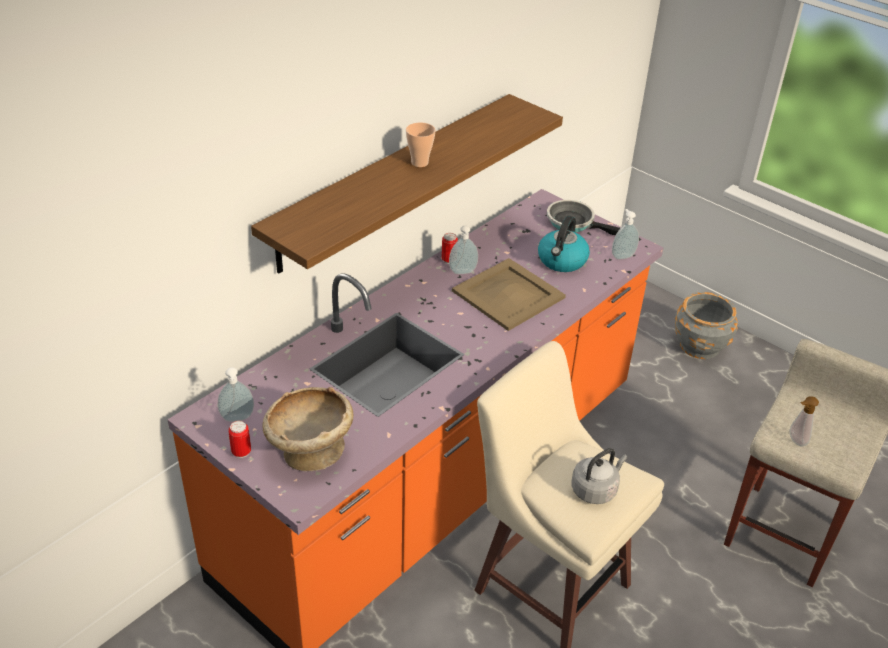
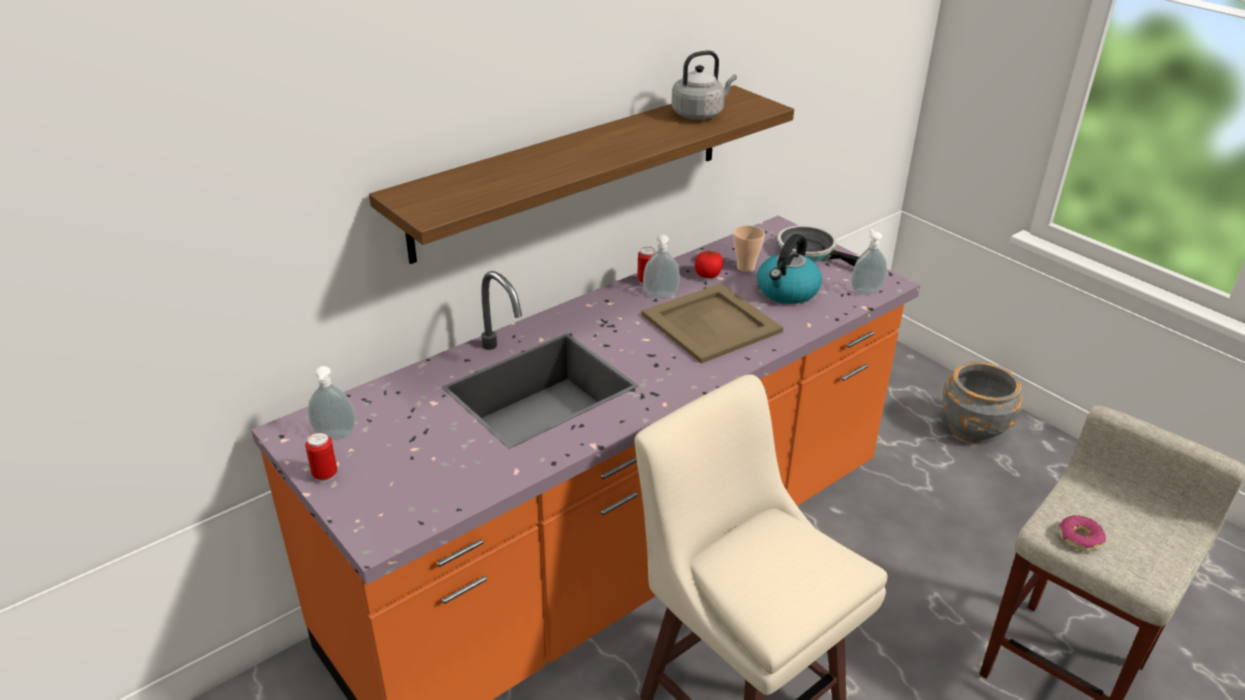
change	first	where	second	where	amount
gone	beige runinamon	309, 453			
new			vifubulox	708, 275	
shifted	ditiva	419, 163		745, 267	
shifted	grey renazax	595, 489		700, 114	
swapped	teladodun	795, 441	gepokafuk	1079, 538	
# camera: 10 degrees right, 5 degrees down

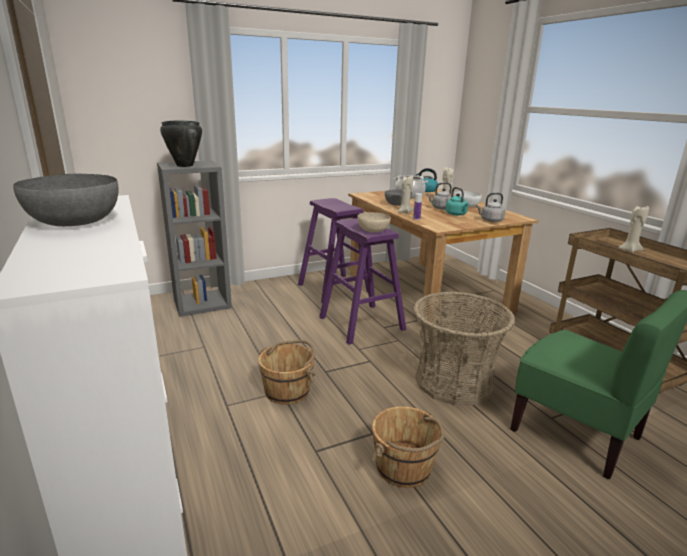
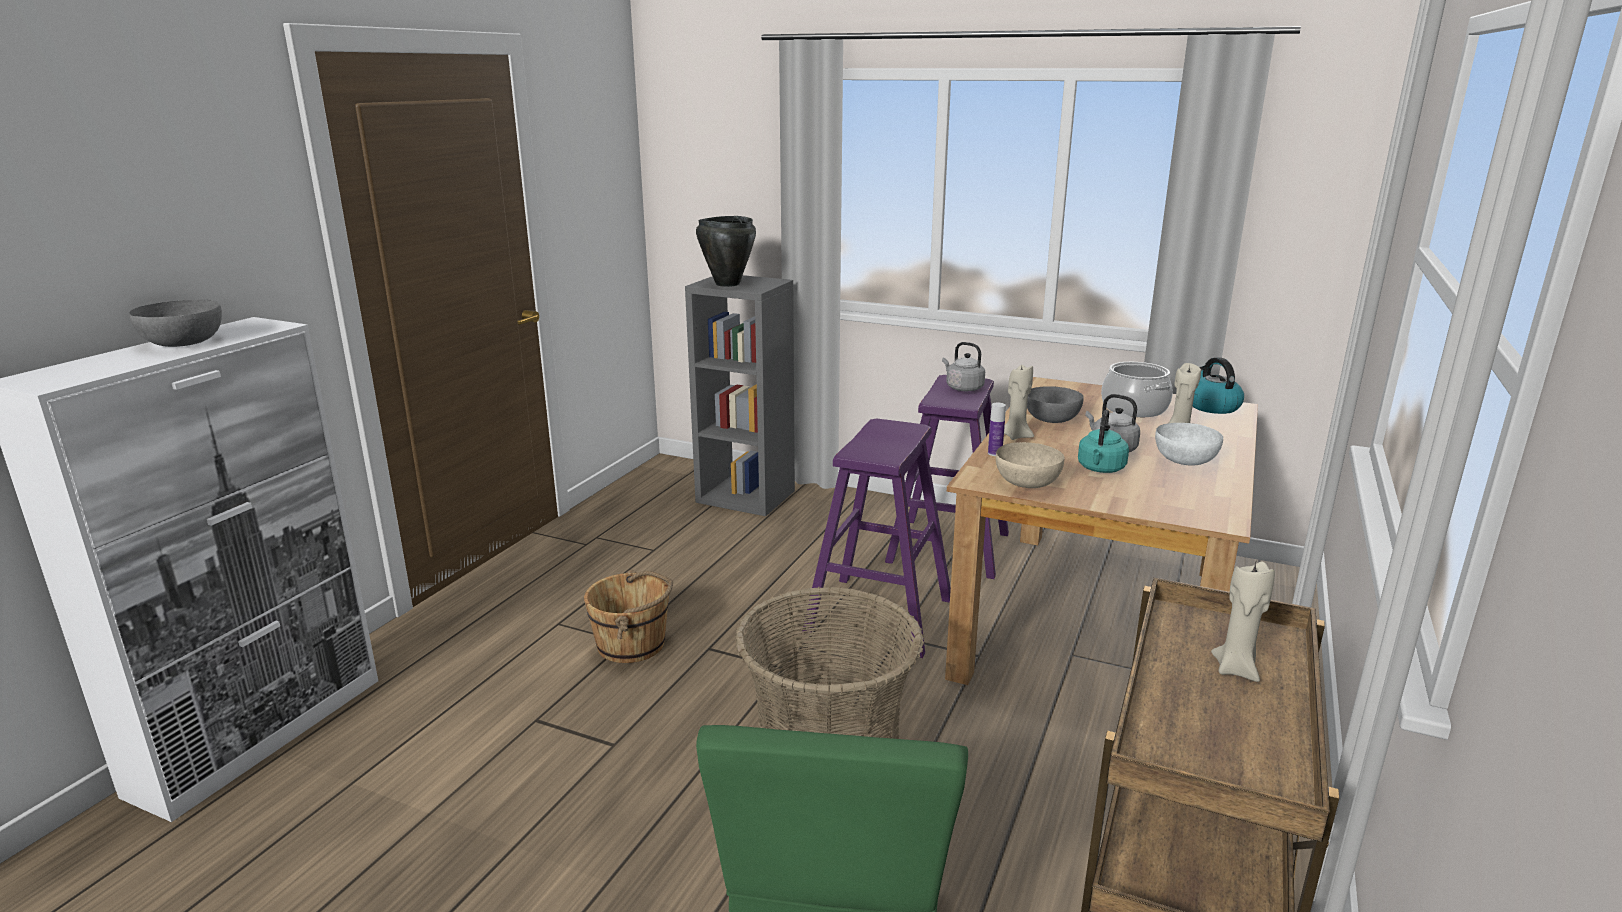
change	first	where	second	where	amount
gone	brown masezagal	404, 467			
shifted	beige runinamon	373, 230		1026, 482	
shifted	grey renazax	490, 220		962, 388	
# camera: 50 degrees right, 0 degrees up

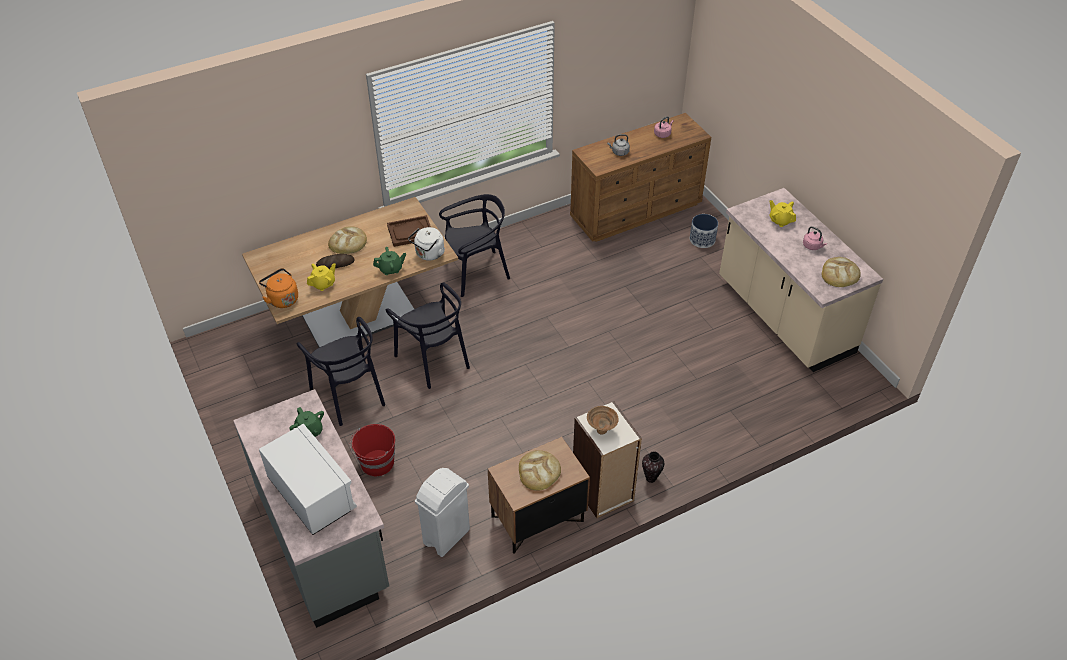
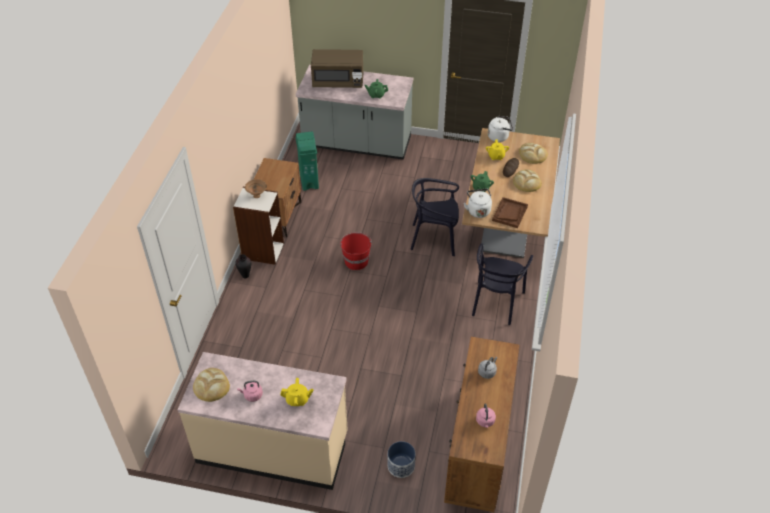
change	first	where	second	where	amount
gone	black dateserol	349, 395			
shifted	red masezagal	377, 463		356, 261	
shifted	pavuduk	539, 471		532, 155	
repainted	orange renazax	282, 299	white renazax	499, 136	
repainted	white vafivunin	311, 494	brown vafivunin	338, 81	
repainted	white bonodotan	446, 537	green bonodotan	309, 181	
# camera: 130 degrees right, 0 degrees up

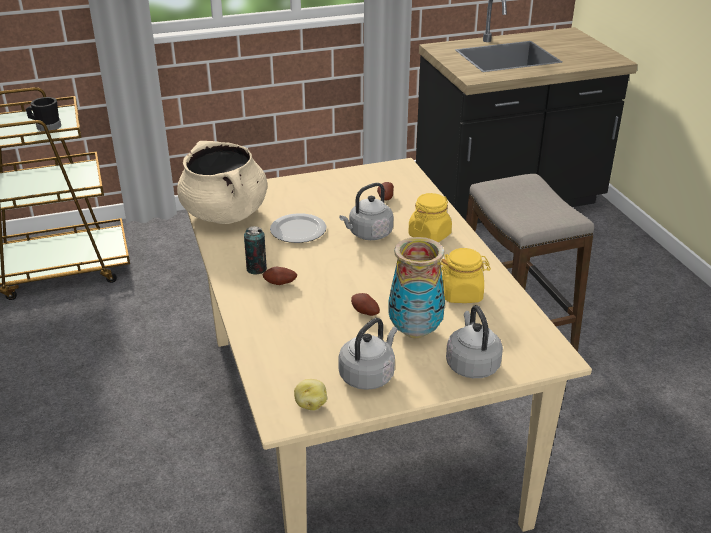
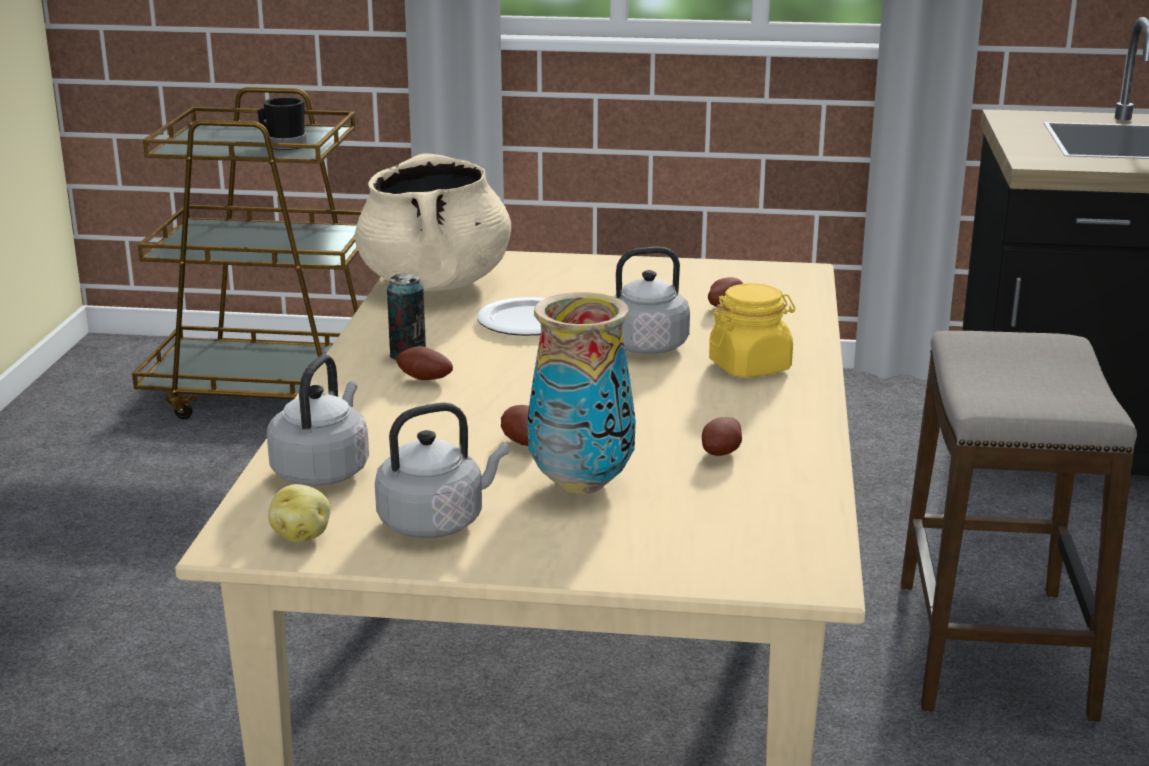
change	first	where	second	where	amount
shifted	grey renazax	471, 364		323, 470	
swapped	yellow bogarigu	462, 294	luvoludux	722, 453	
# camera: 25 degrees right, 10 degrees down

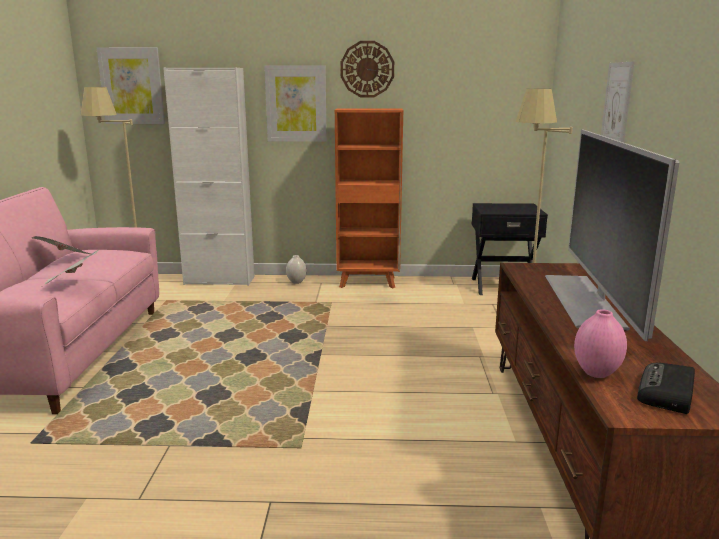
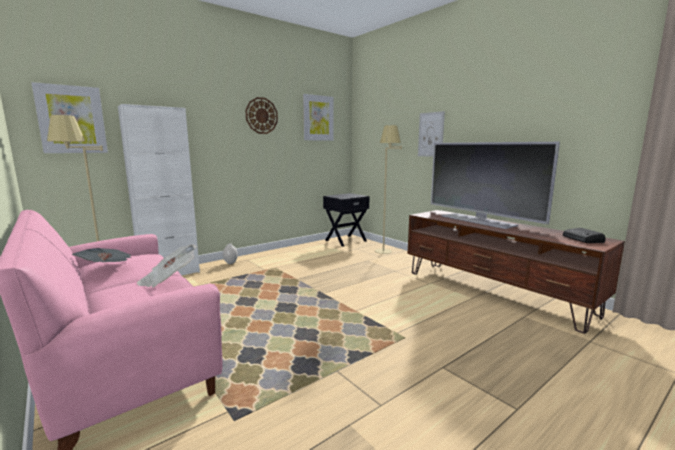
change	first	where	second	where	amount
gone	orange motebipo	368, 282			
gone	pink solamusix	597, 373			
shifted	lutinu	296, 104		318, 118	
# camera: 40 degrees left, 5 degrees down

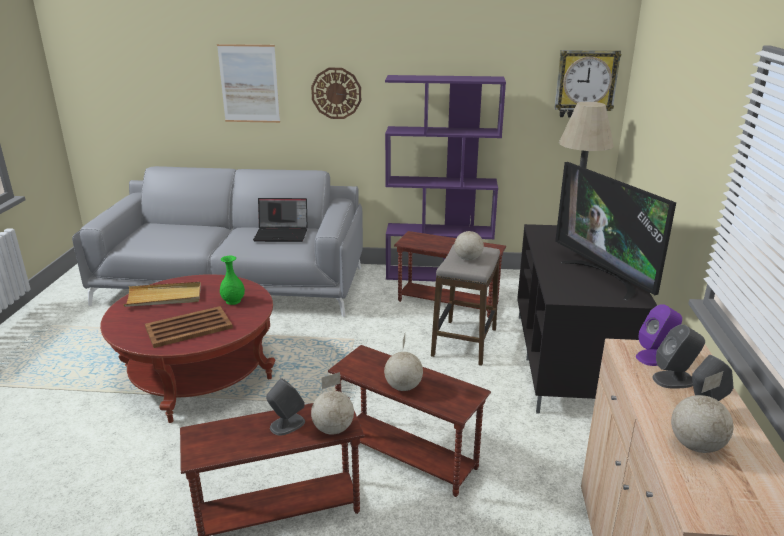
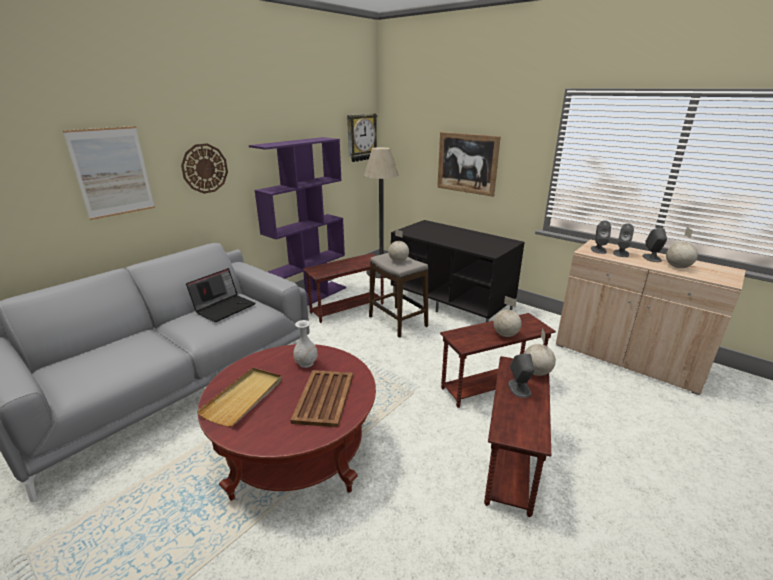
change	first	where	second	where	amount
gone	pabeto	605, 277			
new			lutinu	467, 163	
repainted	green solamusix	233, 301	white solamusix	306, 363	
repainted	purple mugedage	655, 357	grey mugedage	598, 250	
# camera: 55 degrees left, 0 degrees up

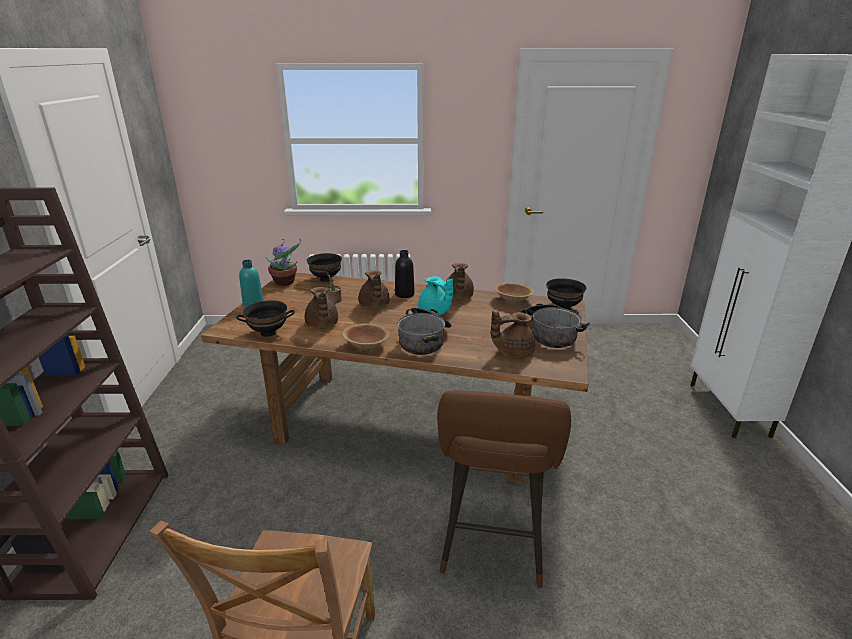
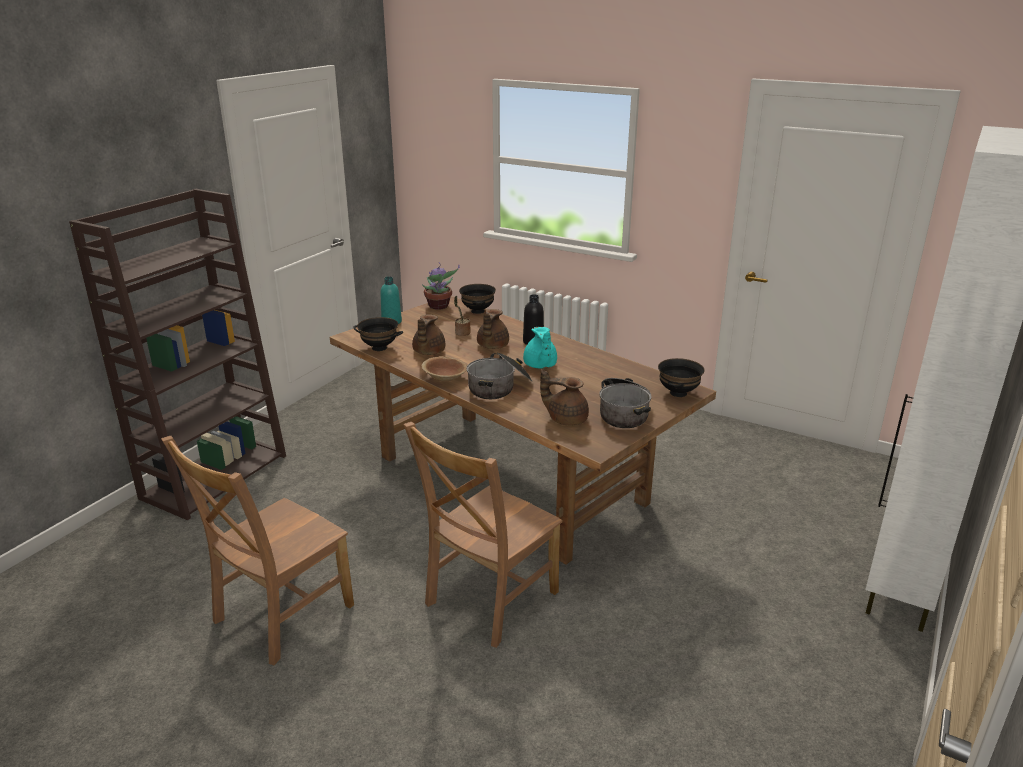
change	first	where	second	where	amount
gone	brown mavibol	458, 297			
gone	brown runinamon	513, 300			
swapped	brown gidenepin	492, 547	brown dateserol	488, 601	
# camera: 30 degrees right, 0 degrees up

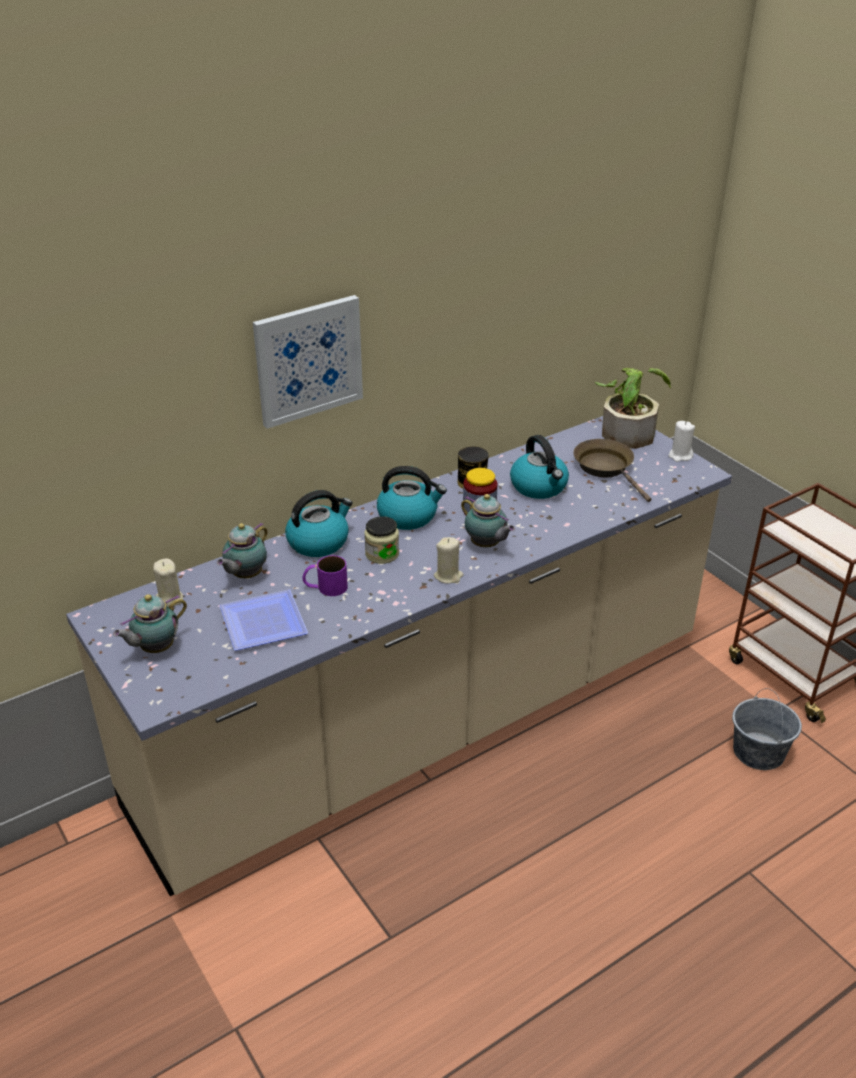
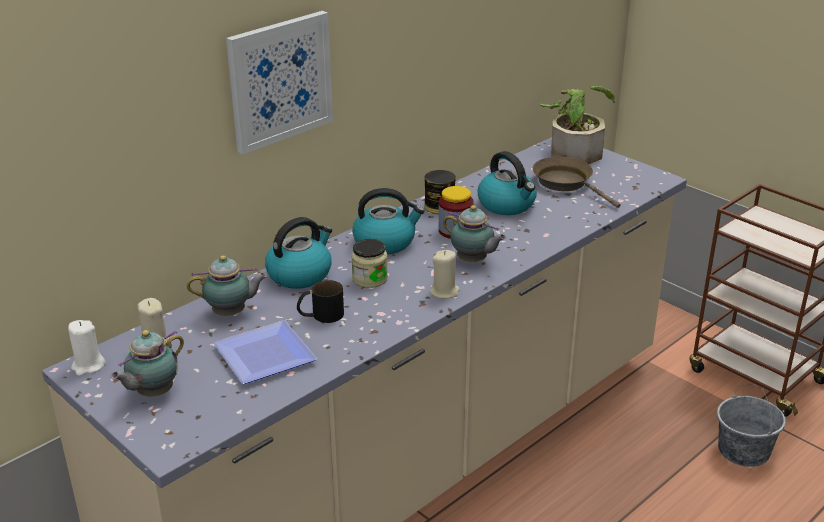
change	first	where	second	where	amount
shifted	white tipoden	680, 456		88, 366	
repainted	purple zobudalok	325, 587	black zobudalok	320, 315	
rotated	mavibol	245, 575		231, 313	120 degrees counterclockwise
# camera: 10 degrees left, 5 degrees down

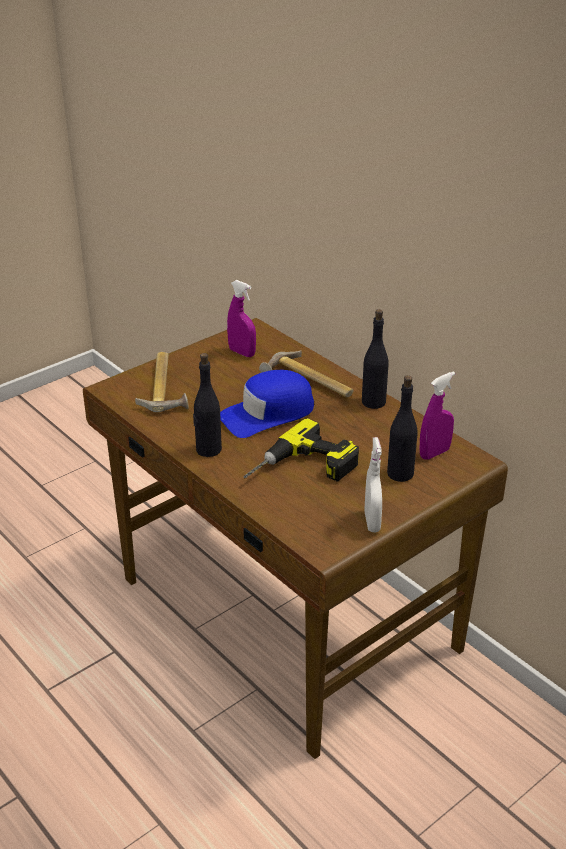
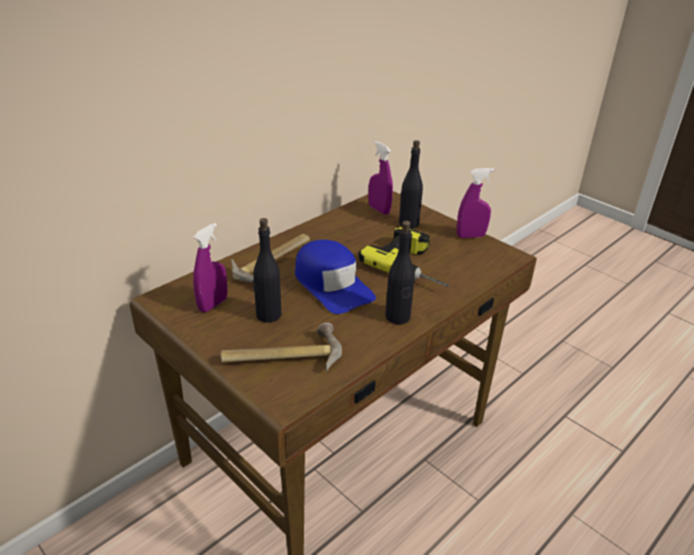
change	first	where	second	where	amount
shifted	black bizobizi	373, 402		268, 315	
repainted	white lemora	372, 522	purple lemora	470, 236	
# camera: 95 degrees left, 0 degrees up

